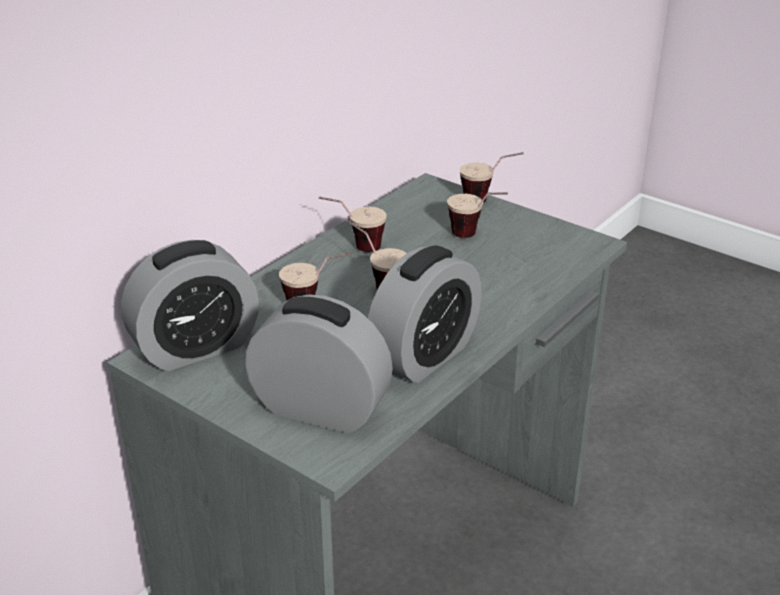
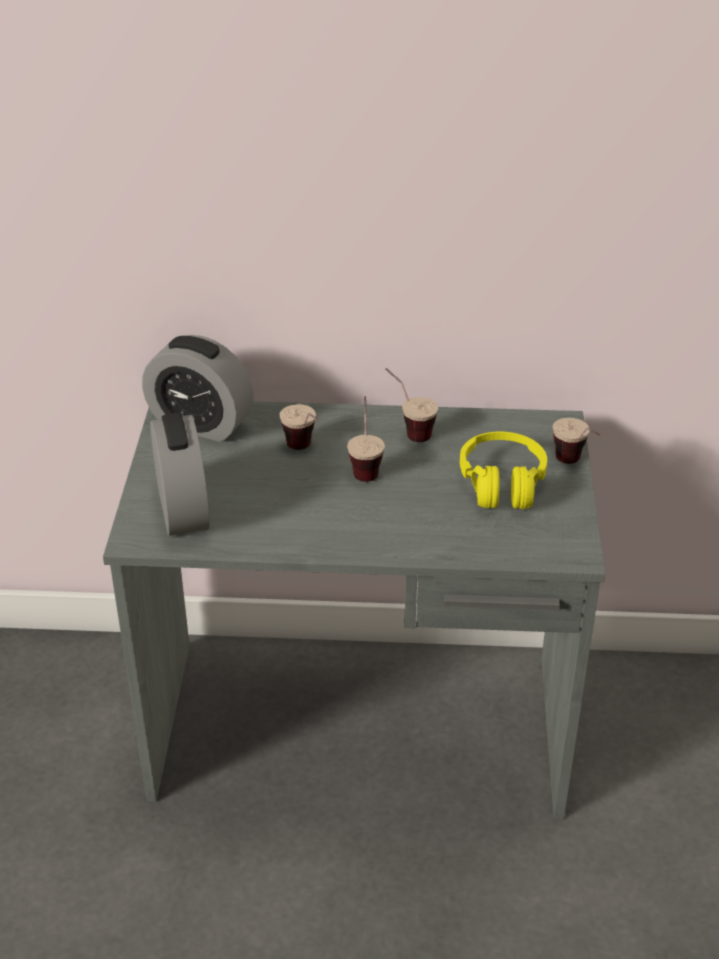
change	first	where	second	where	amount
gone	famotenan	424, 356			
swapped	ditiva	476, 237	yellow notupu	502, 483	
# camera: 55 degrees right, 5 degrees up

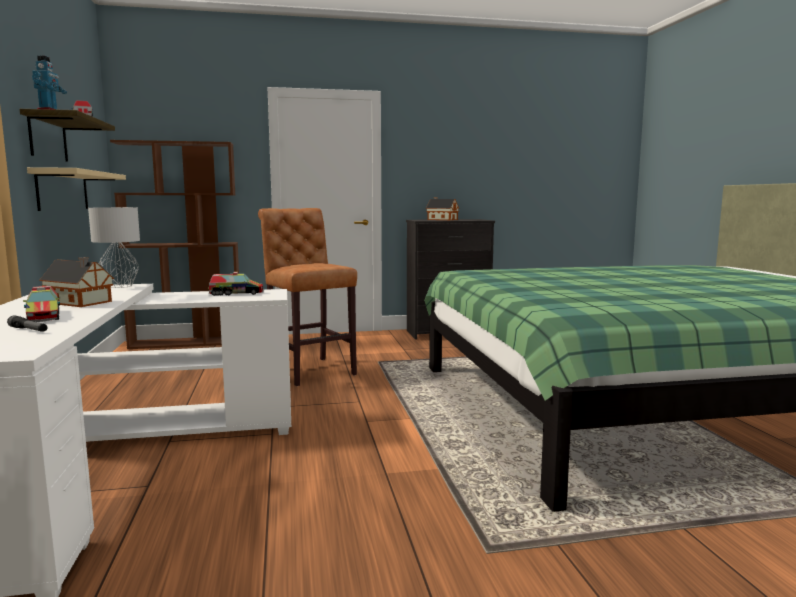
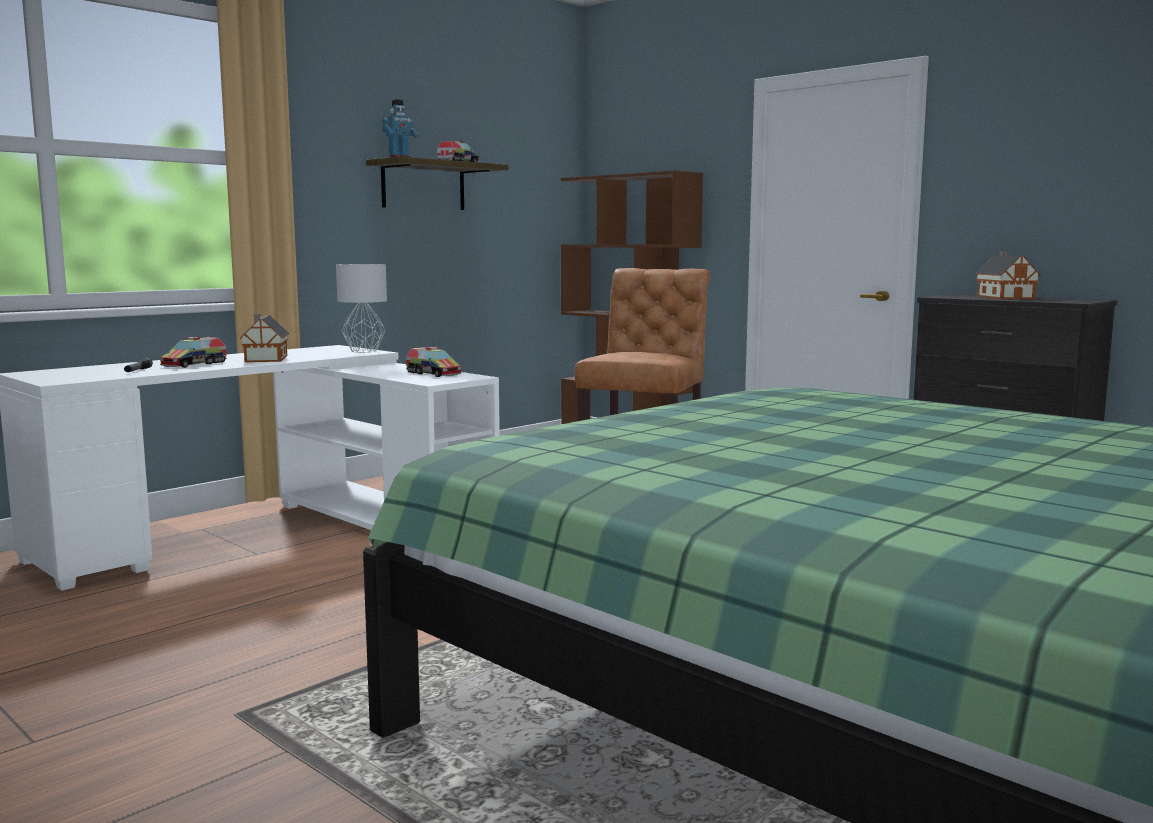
change	first	where	second	where	amount
gone	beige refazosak	63, 190			
# camera: 55 degrees right, 0 degrees up

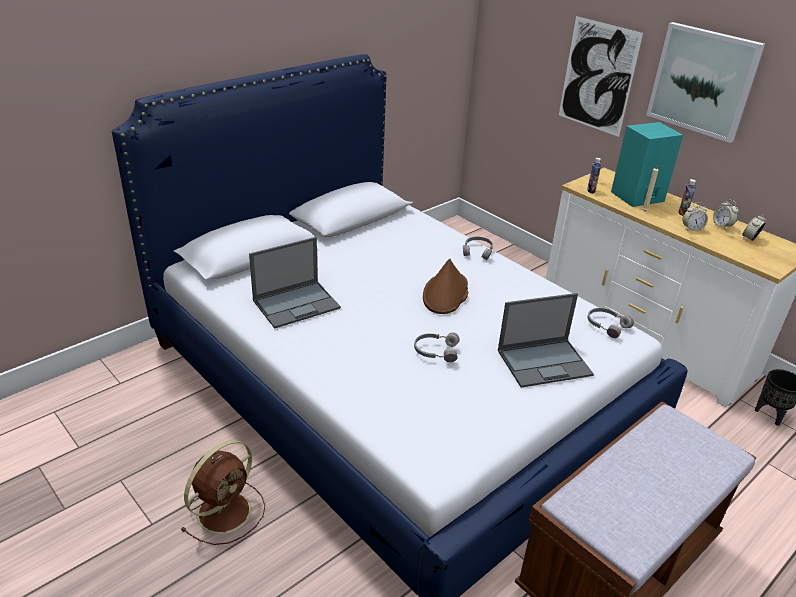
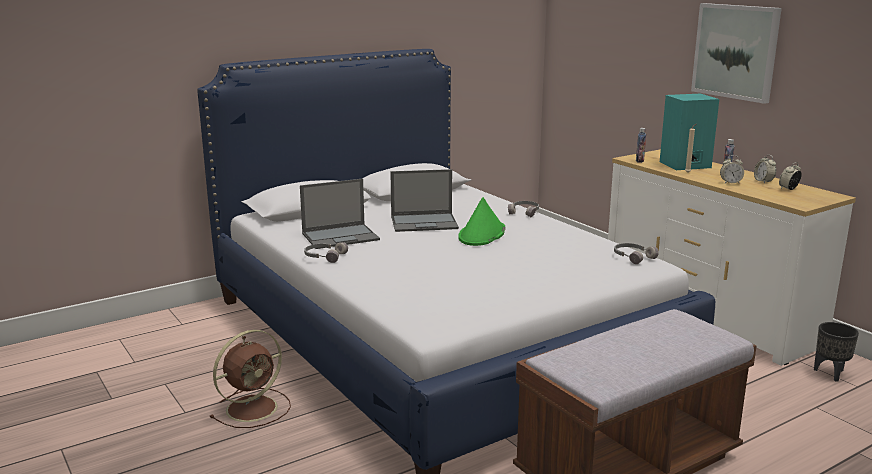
change	first	where	second	where	amount
gone	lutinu	598, 77			
shifted	grey notupu	435, 351		324, 256	
shifted	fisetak	545, 362		425, 222	
repainted	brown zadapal	445, 294	green zadapal	482, 234	
# camera: 10 degrees right, 15 degrees down

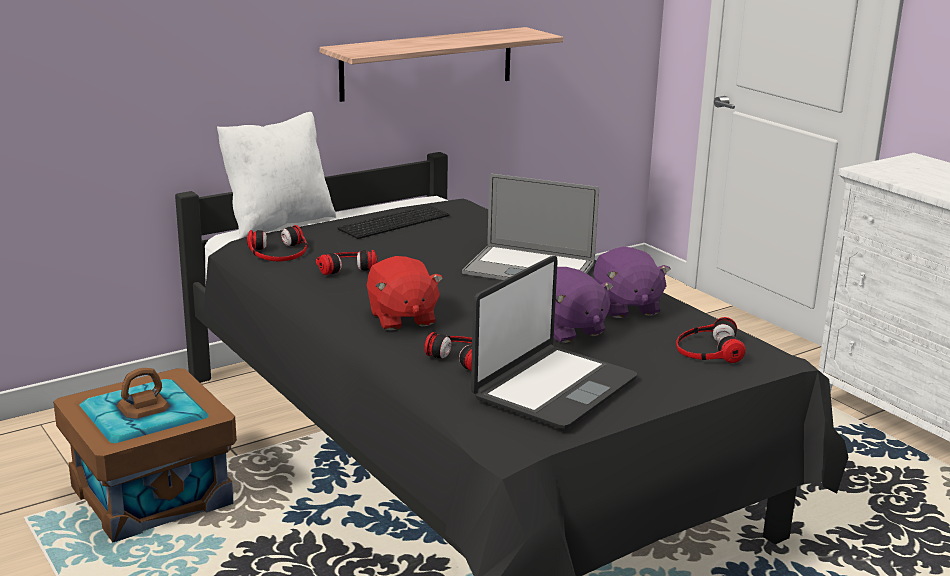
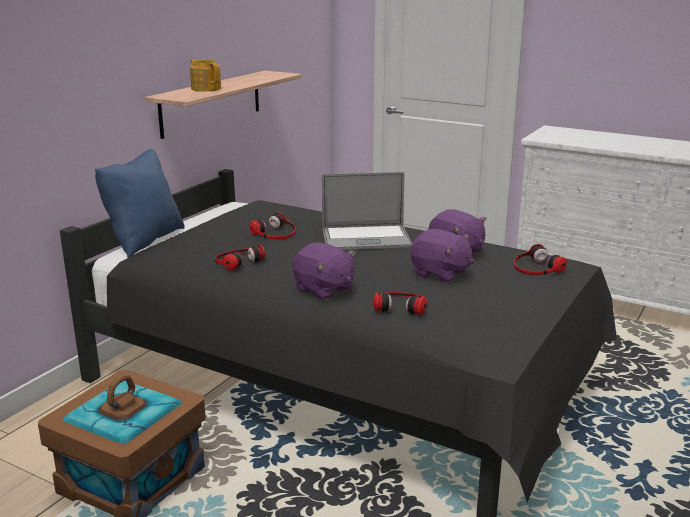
change	first	where	second	where	amount
gone	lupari	394, 221			
gone	fisetak	553, 388			
new			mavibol	206, 88	
shifted	notupu	279, 252		275, 233	
repainted	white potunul	278, 223	blue potunul	144, 240	
repainted	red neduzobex	401, 318	purple neduzobex	324, 289	
# camera: 25 degrees left, 0 degrees up

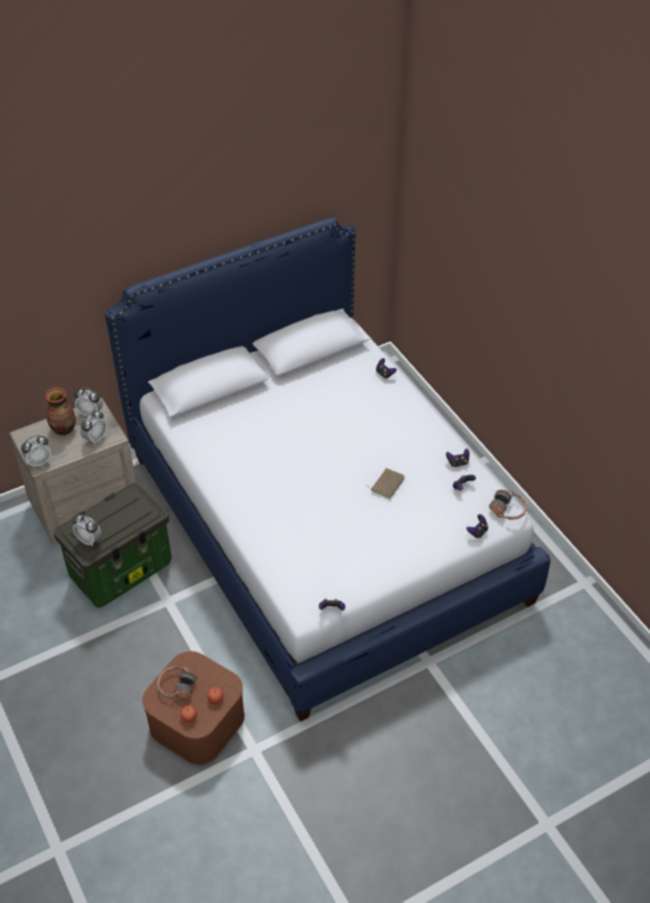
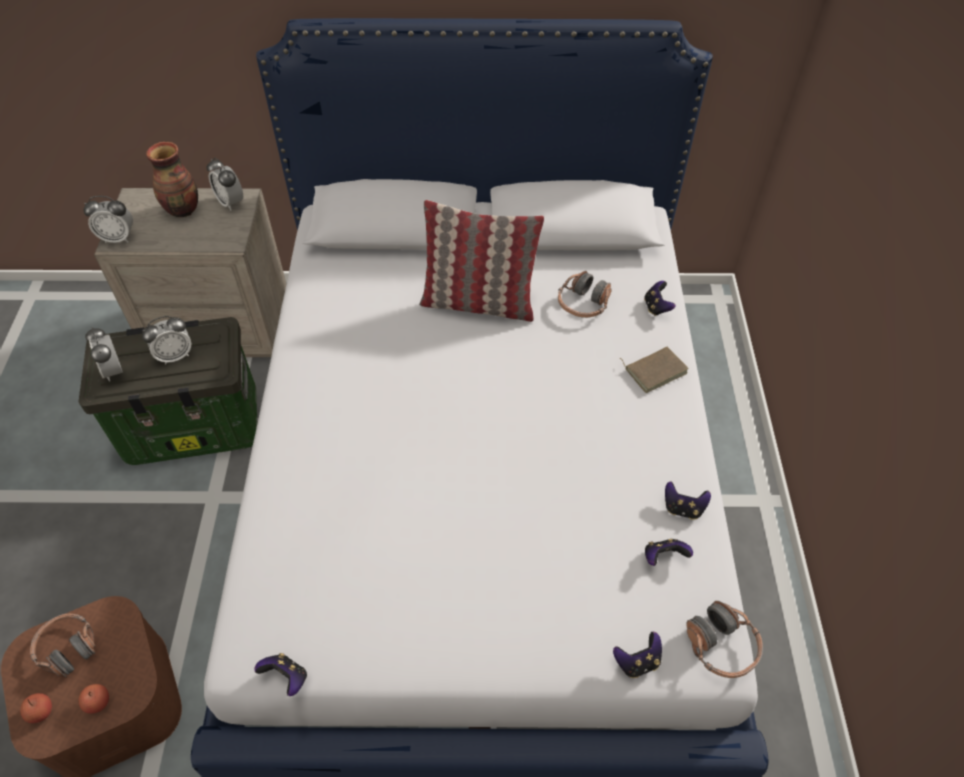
change	first	where	second	where	amount
new			potunul	478, 302	
new			notupu	583, 304	
shifted	famotenan	95, 438		175, 355	
shifted	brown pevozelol	386, 484		655, 370	
# camera: 30 degrees right, 5 degrees up

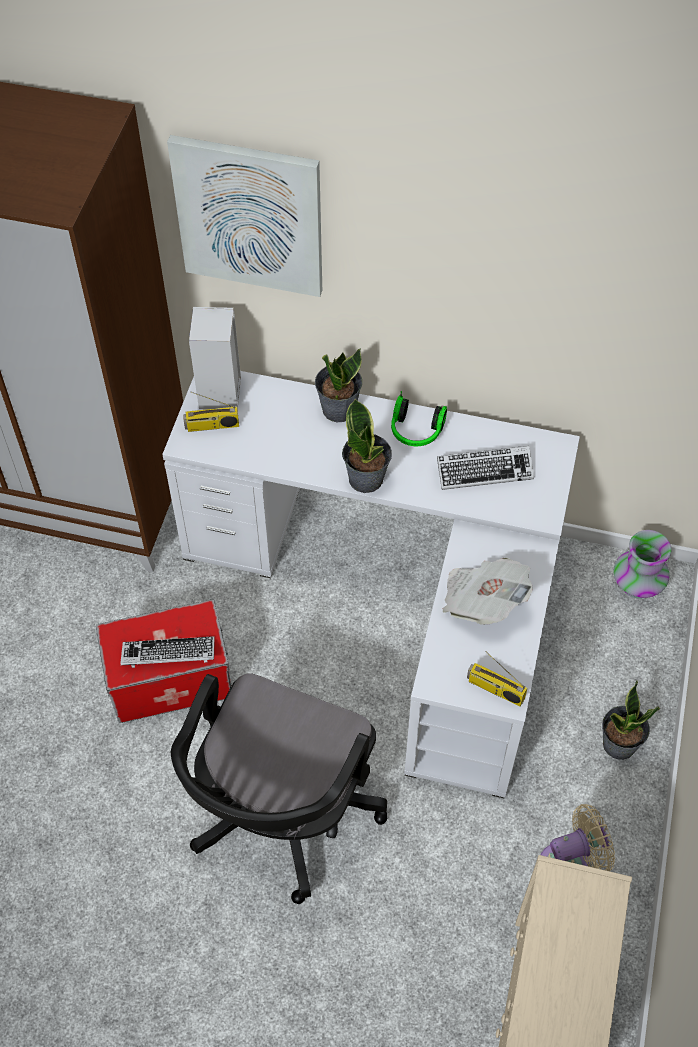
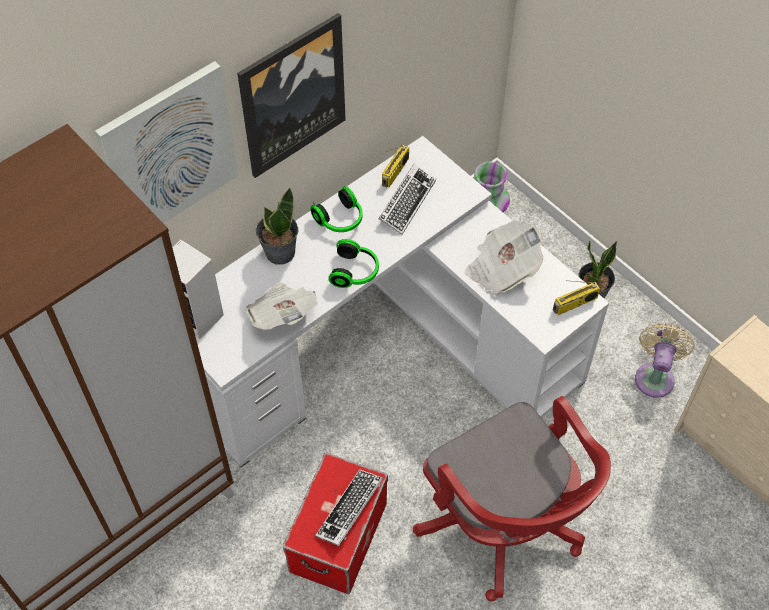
change	first	where	second	where	amount
new			lutinu	292, 95	
new			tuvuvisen	283, 315	
shifted	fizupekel	212, 426		395, 172	
swapped	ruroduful	366, 478	notupu	355, 272	
repainted	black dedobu	280, 815	red dedobu	504, 526	
# camera: 55 degrees left, 0 degrees up

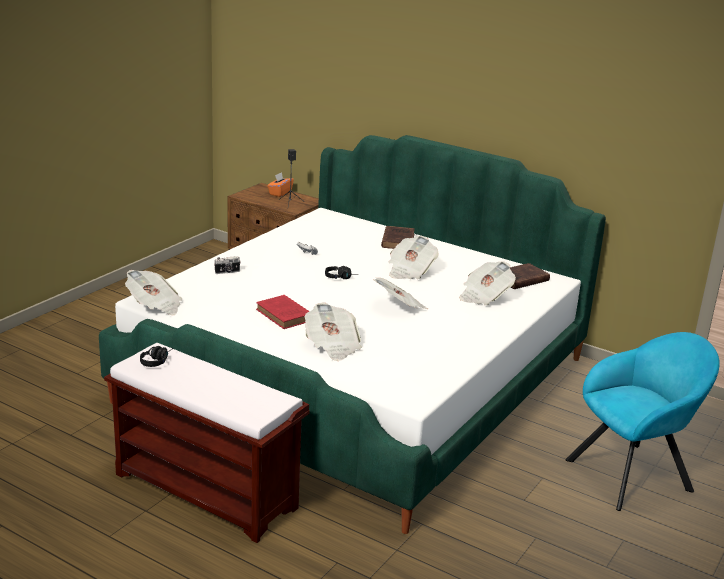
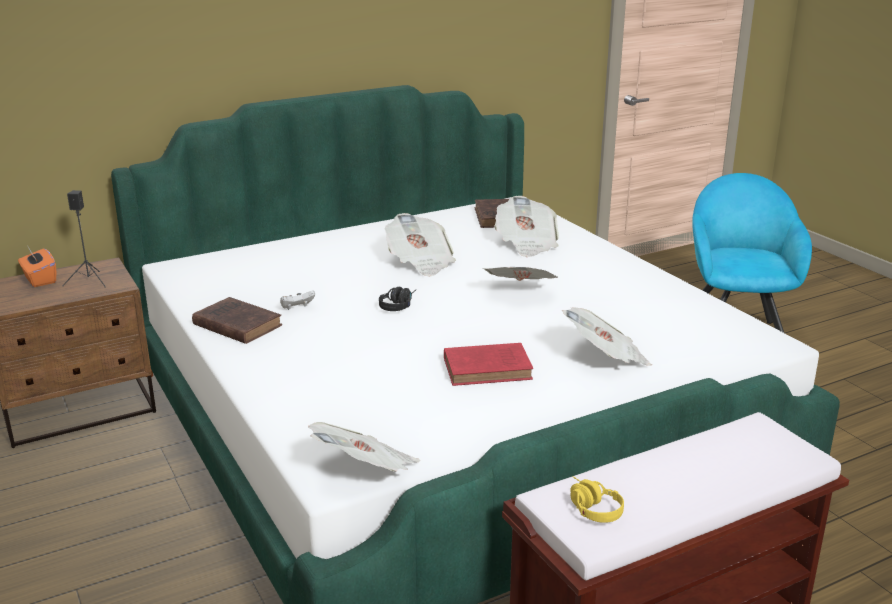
change	first	where	second	where	amount
gone	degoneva	227, 272			
shifted	brown pevozelol	398, 240		236, 325	
repainted	black notupu	157, 361	yellow notupu	589, 507	
# camera: 60 degrees left, 0 degrees up

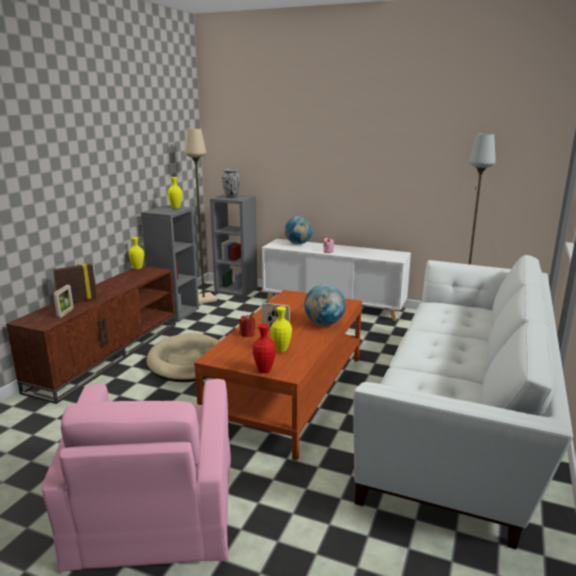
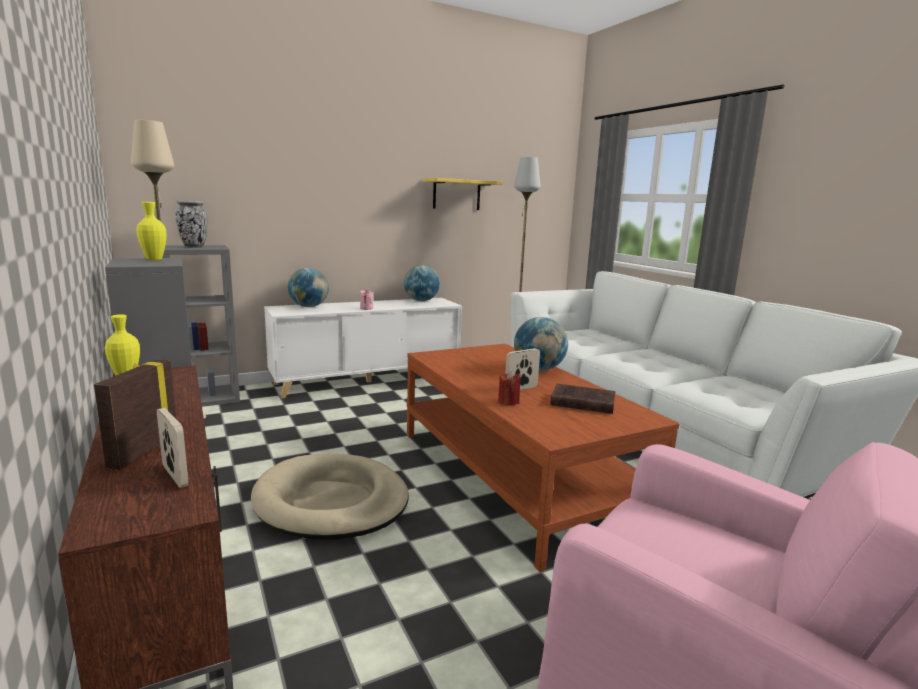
change	first	where	second	where	amount
gone	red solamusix	264, 370			
new			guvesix	421, 301	
new			yellow refazosak	456, 194	
swapped	yellow solamusix	281, 350	brown pevozelol	581, 402	
# camera: 50 degrees left, 5 degrees down

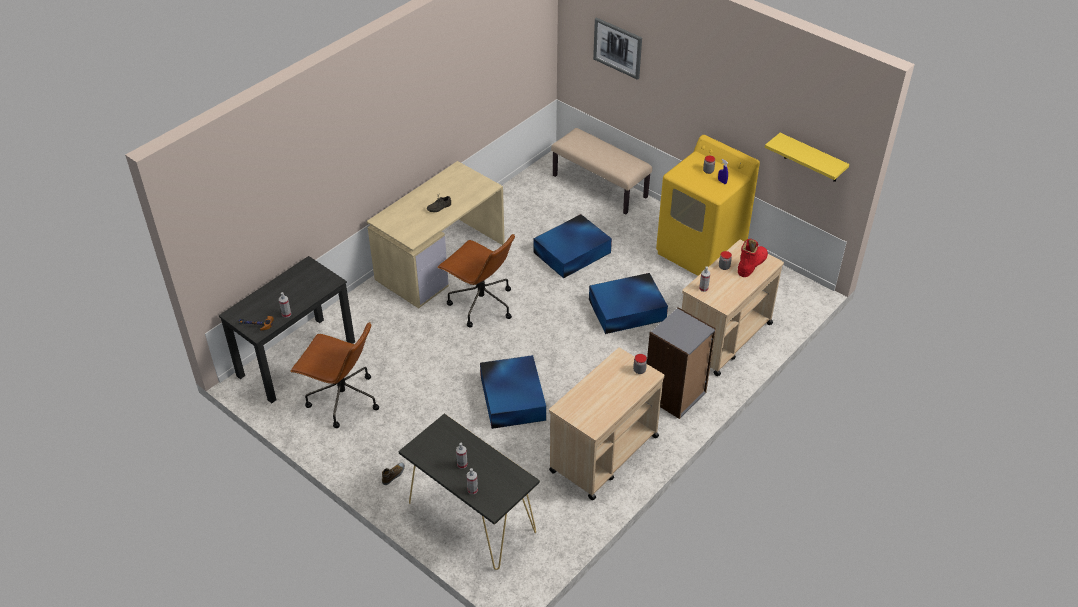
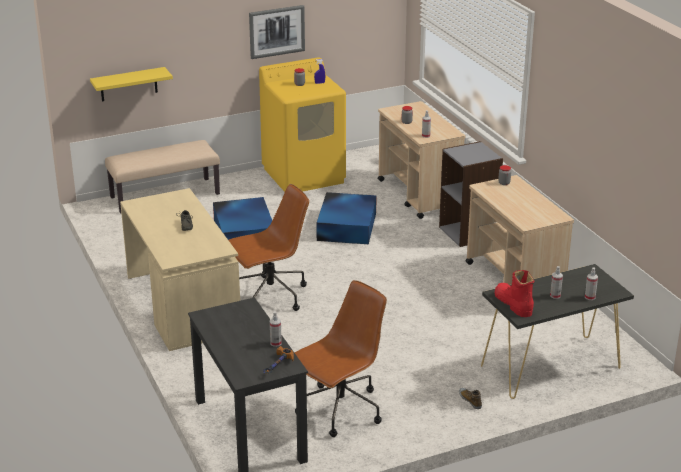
change	first	where	second	where	amount
gone	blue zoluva	513, 397			
shifted	lutinu	617, 48		276, 31	
shifted	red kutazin	751, 264		513, 304	
shifted	yellow refazosak	812, 158		128, 84	
# camera: 65 degrees left, 15 degrees down

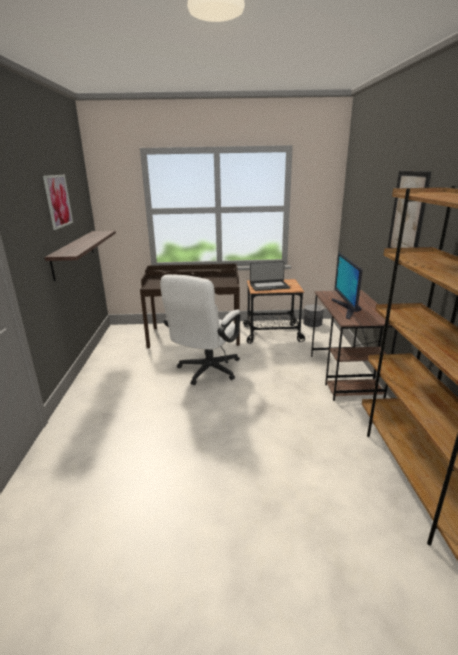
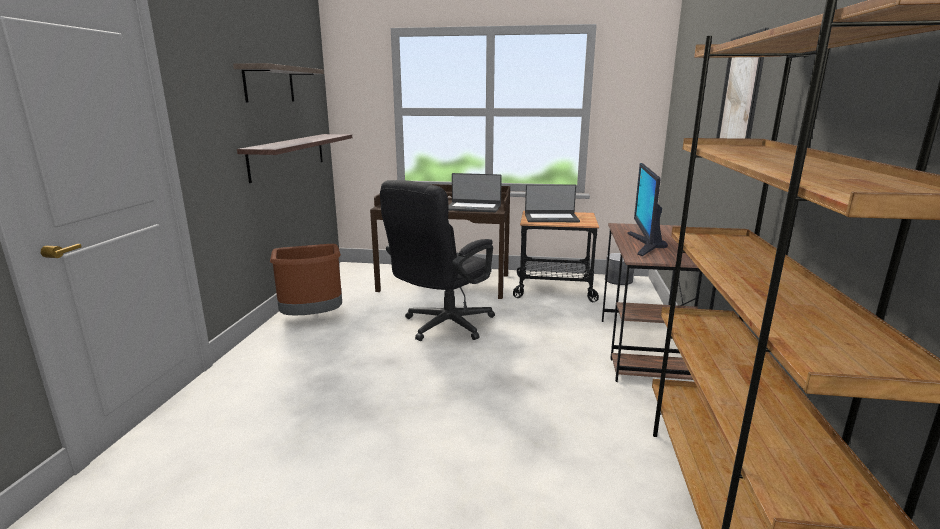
change	first	where	second	where	amount
new			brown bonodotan	312, 318	
new			fisetak	473, 208	
swapped	lutinu	58, 201	refazosak	269, 84	
repainted	white dedobu	206, 372	black dedobu	442, 326	
# camera: 10 degrees right, 5 degrees down

